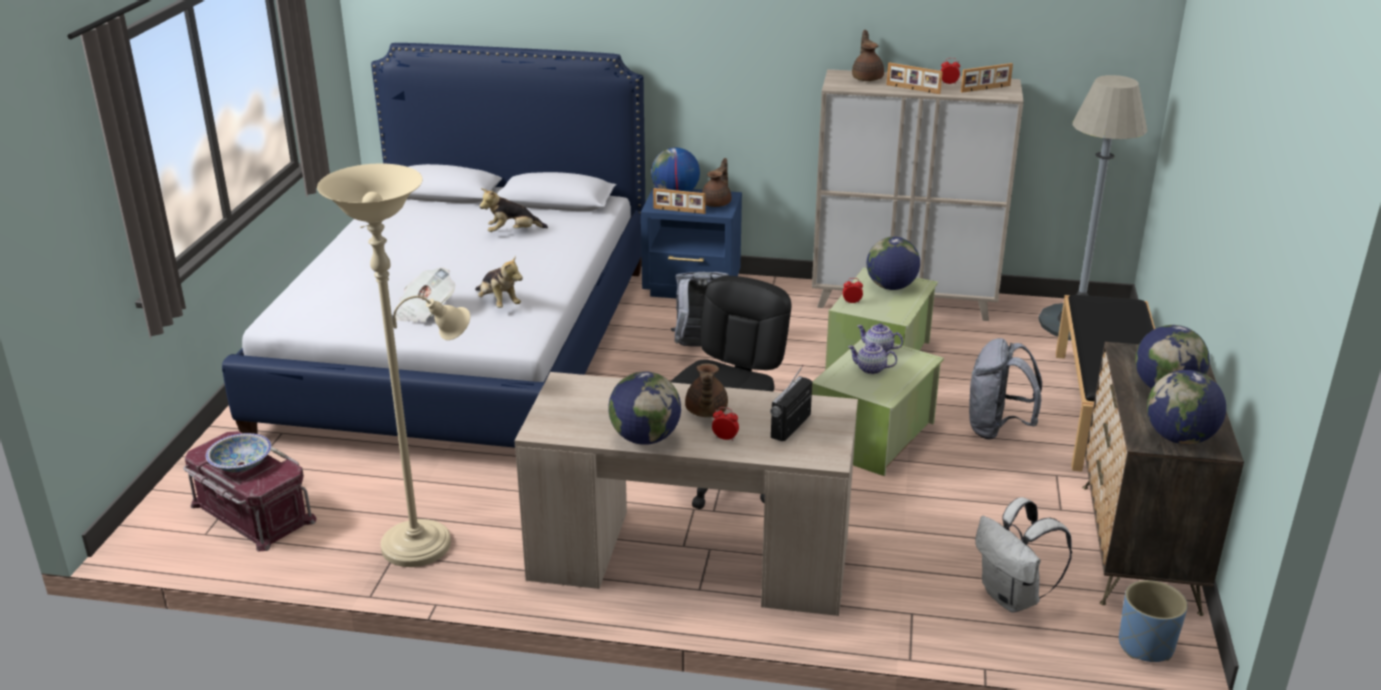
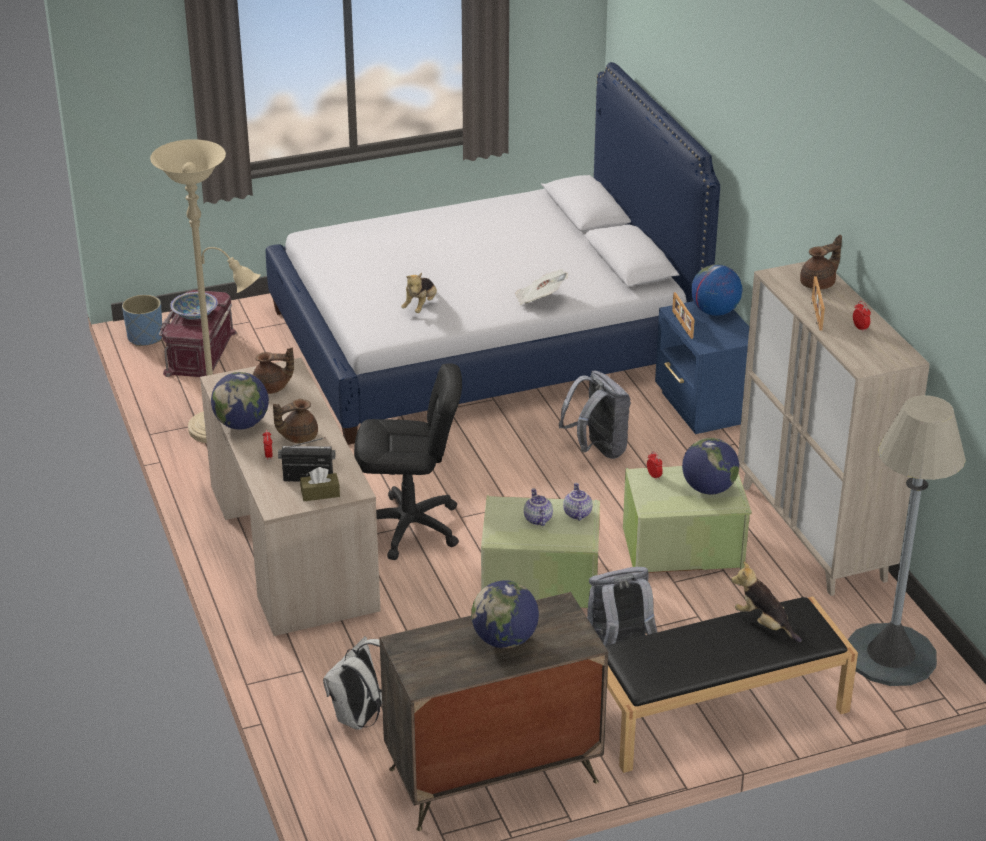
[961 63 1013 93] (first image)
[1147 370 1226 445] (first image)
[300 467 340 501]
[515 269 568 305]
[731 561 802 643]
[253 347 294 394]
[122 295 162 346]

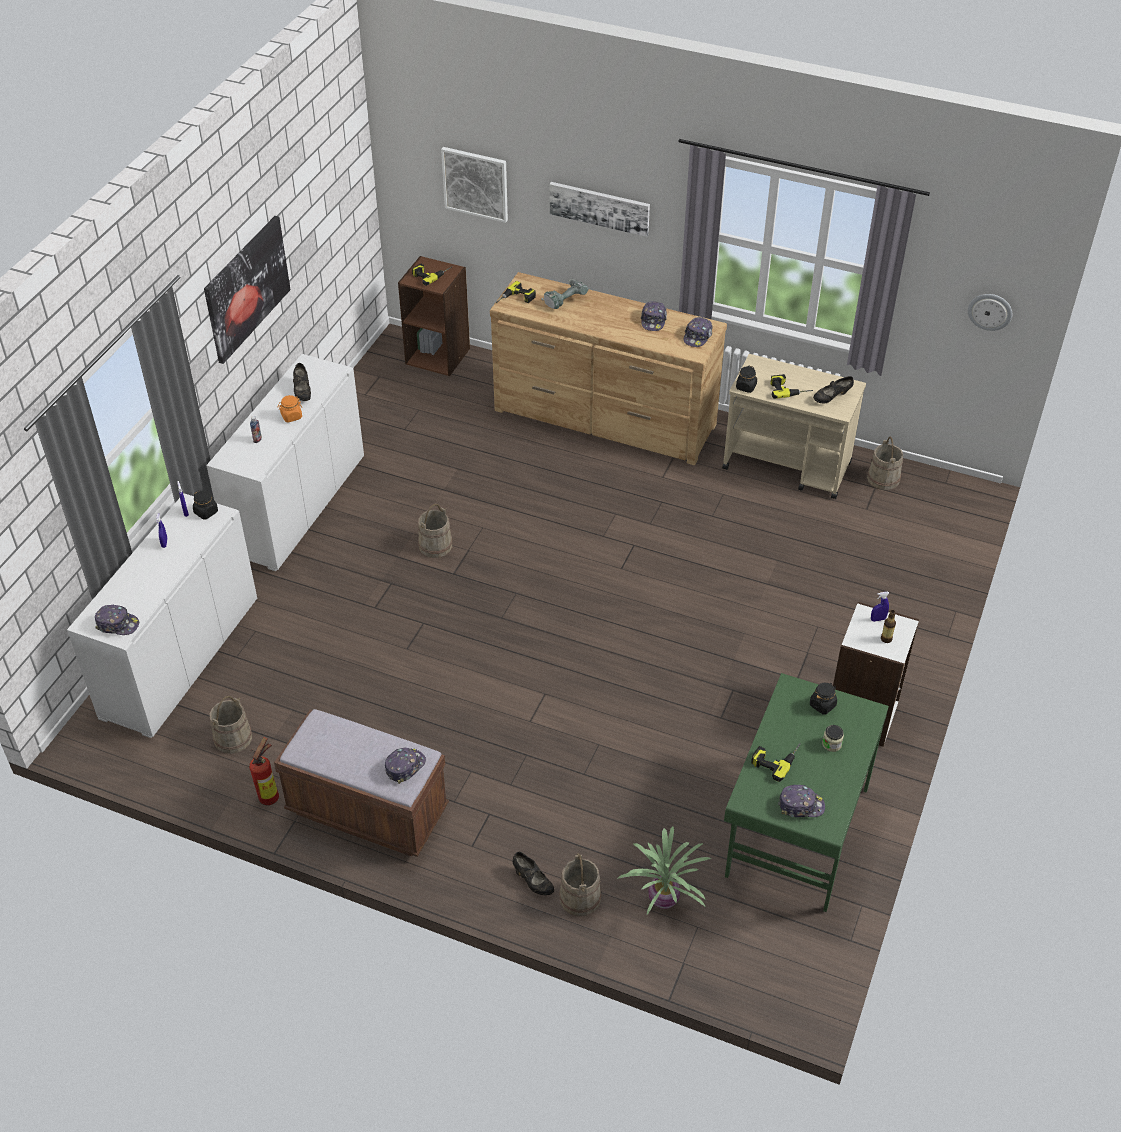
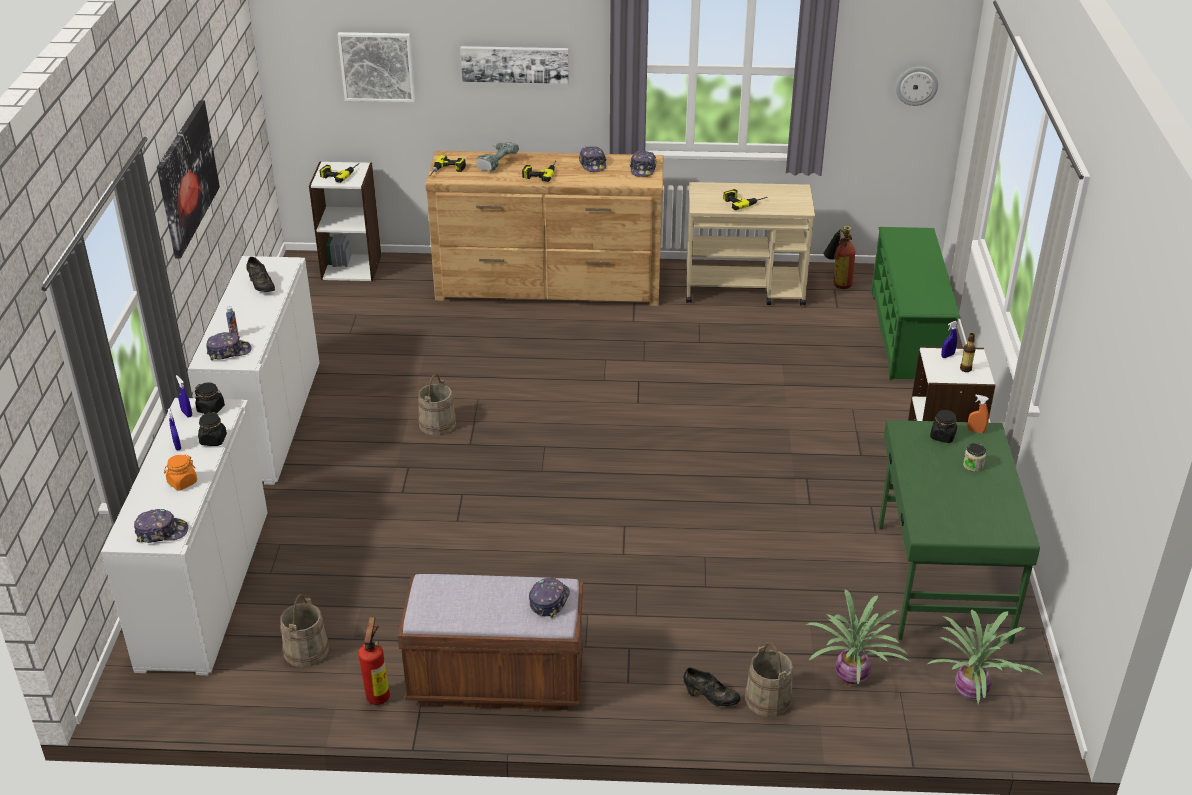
[813 376 854 403] (first image)
[871 227 960 380]
[928 609 1043 704]
[968 395 989 433]
[164 454 197 490]
[198 412 227 446]
[522 161 556 182]
[206 332 251 360]
[824 226 855 289]
[309 161 381 281]

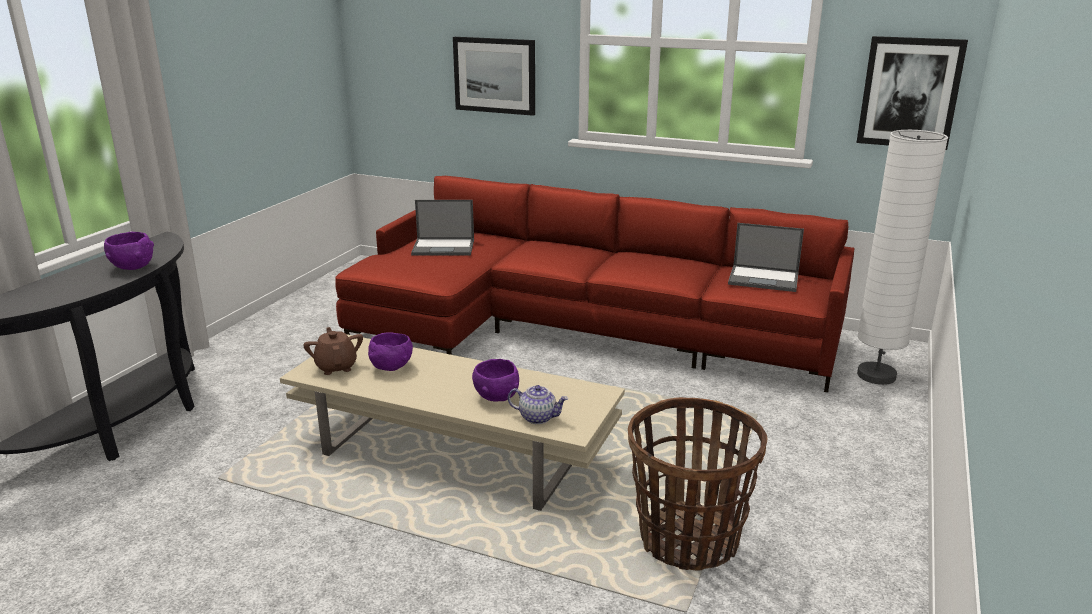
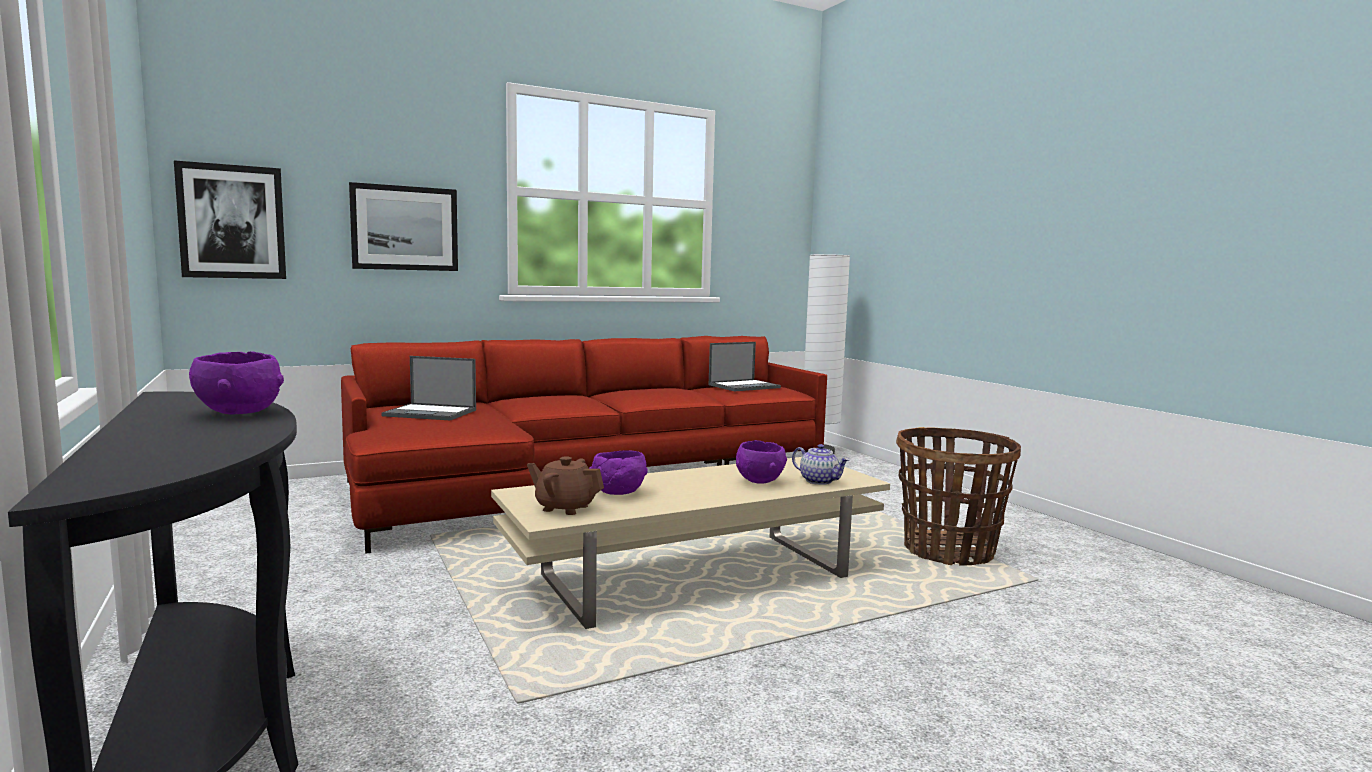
[174 160 286 279]
[381 356 476 420]
[792 444 849 485]

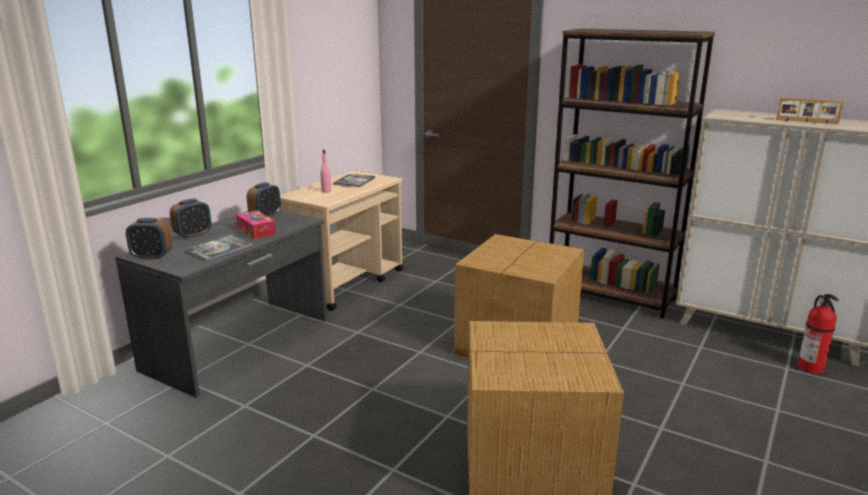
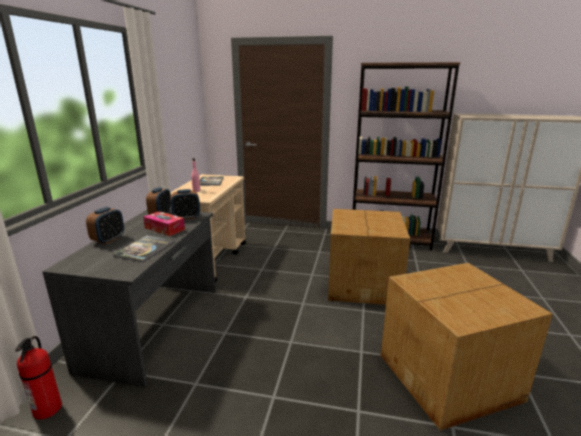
[776 97 844 124] (first image)
[171 189 200 220]
[15 336 62 420]

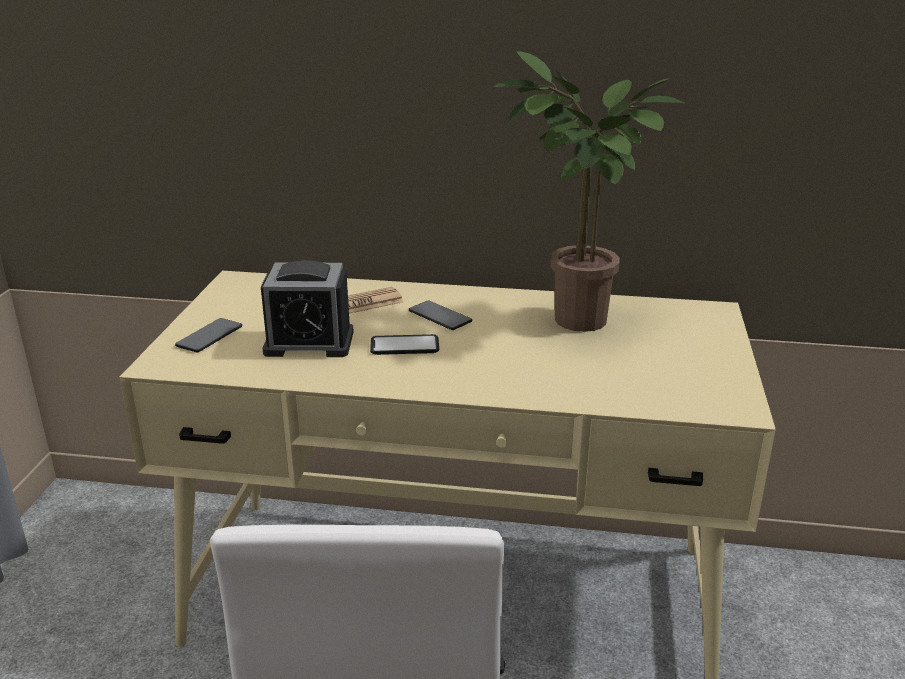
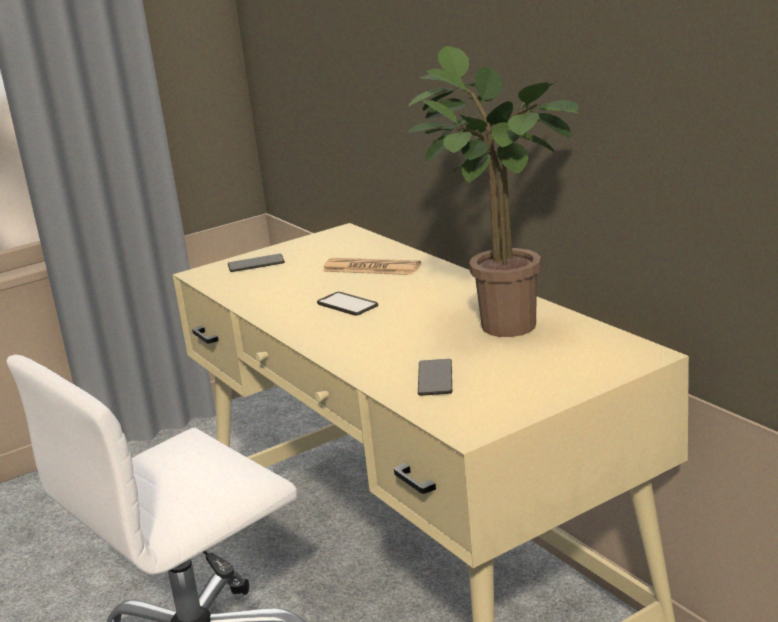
[261 260 354 357] (first image)
[418 359 452 396]

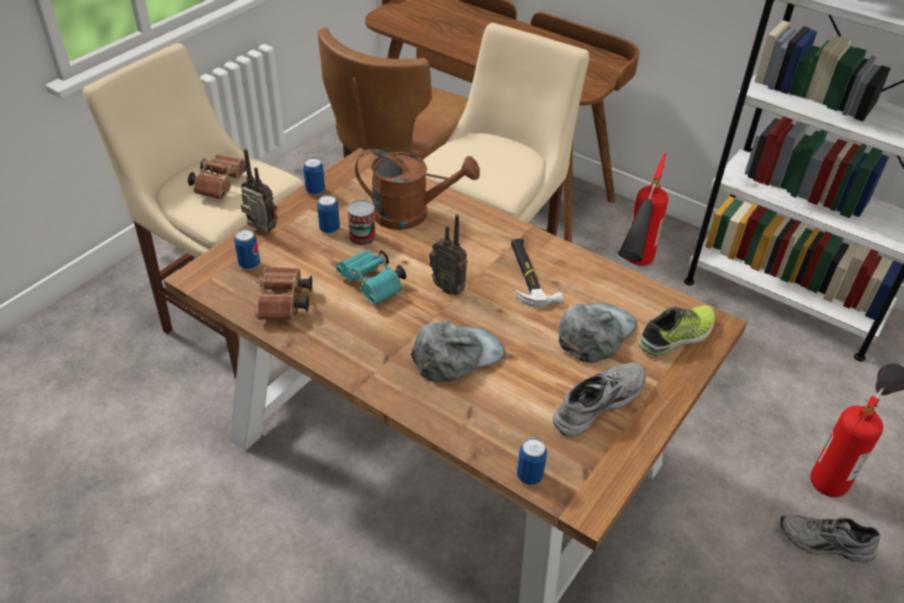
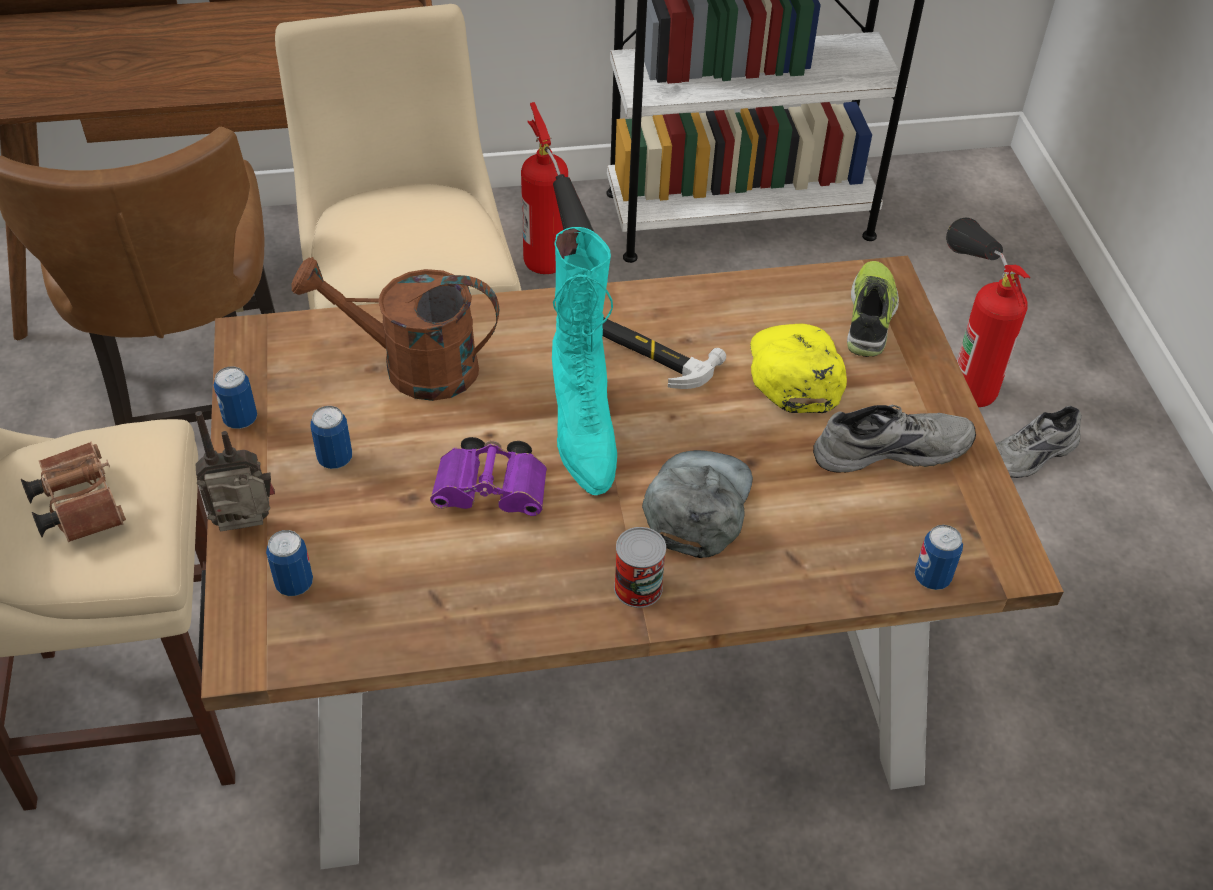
[255 267 312 320] (first image)
[614 527 666 608]
[552 227 617 495]
[430 437 547 516]
[750 324 847 413]
[291 257 499 401]
[813 405 976 473]

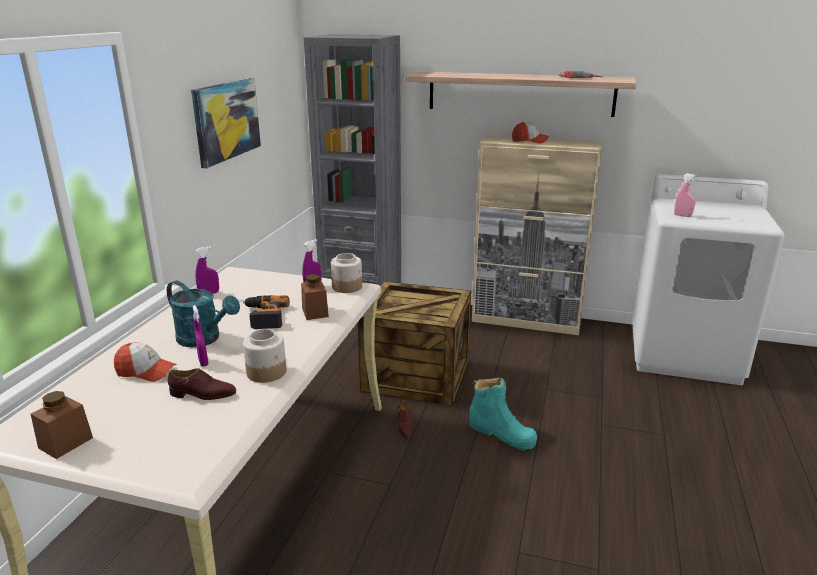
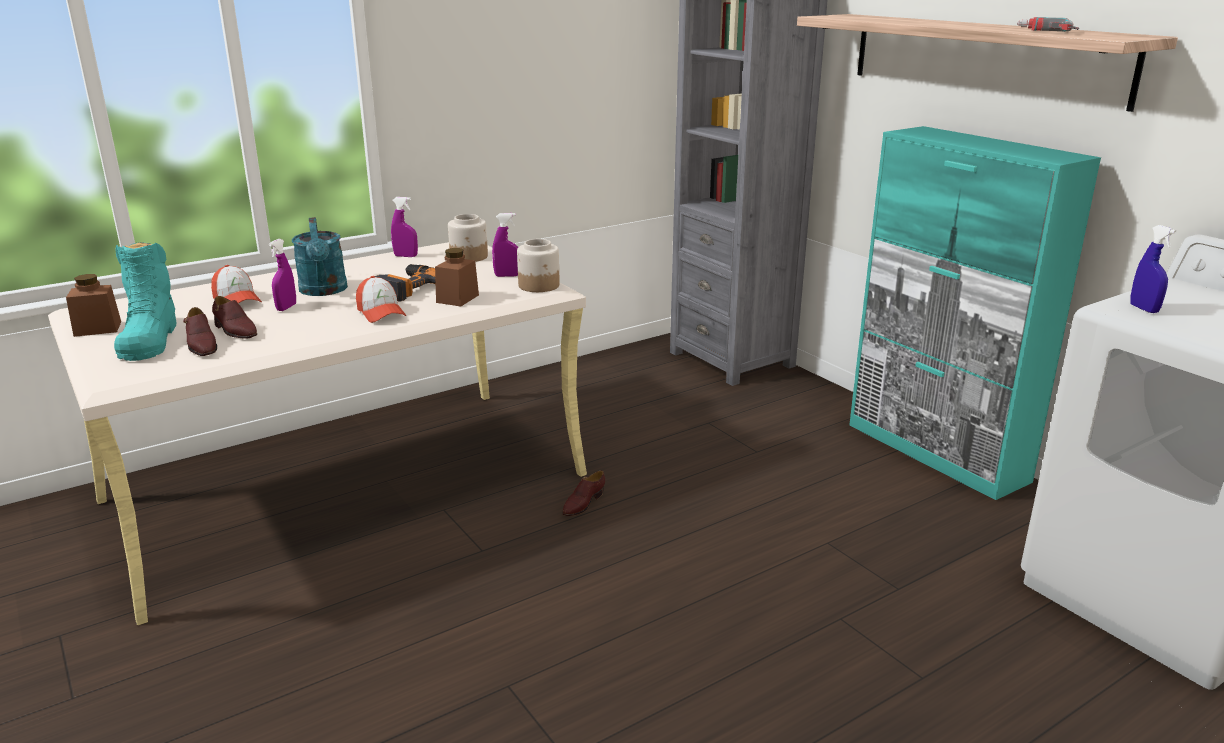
[191 78 261 168] (first image)
[358 281 471 406] (first image)
[183 307 217 356]
[448 214 488 262]
[114 242 176 361]
[356 276 407 323]
[849 126 1101 500]
[1130 225 1177 313]

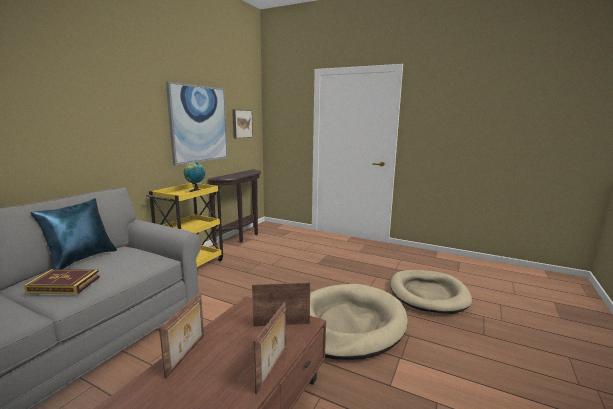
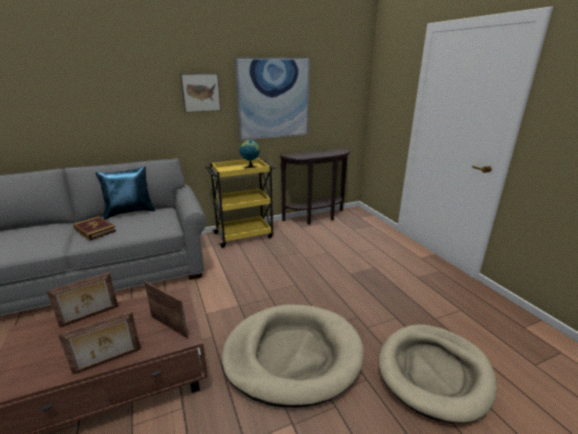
[180 73 221 113]

